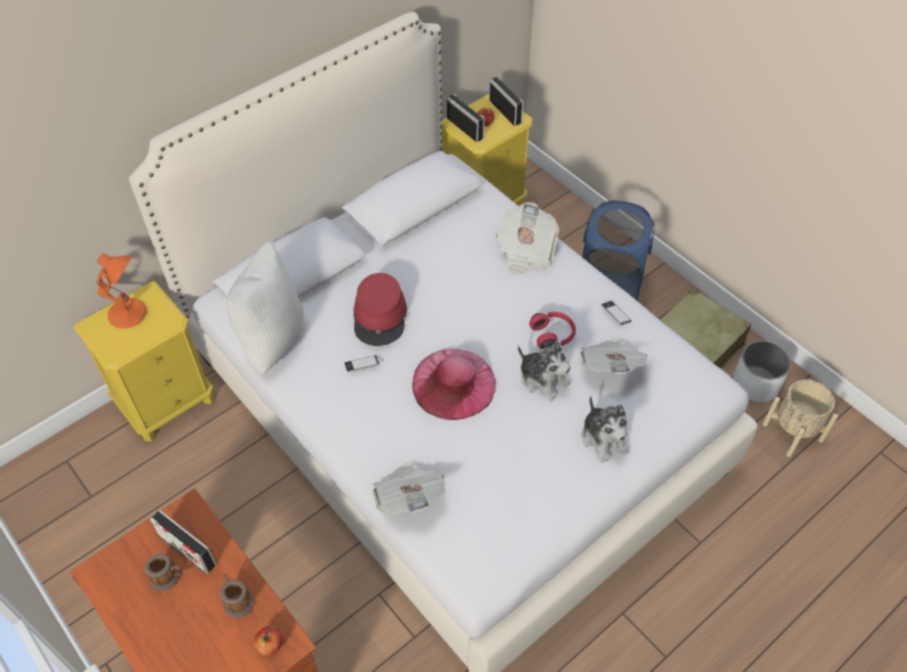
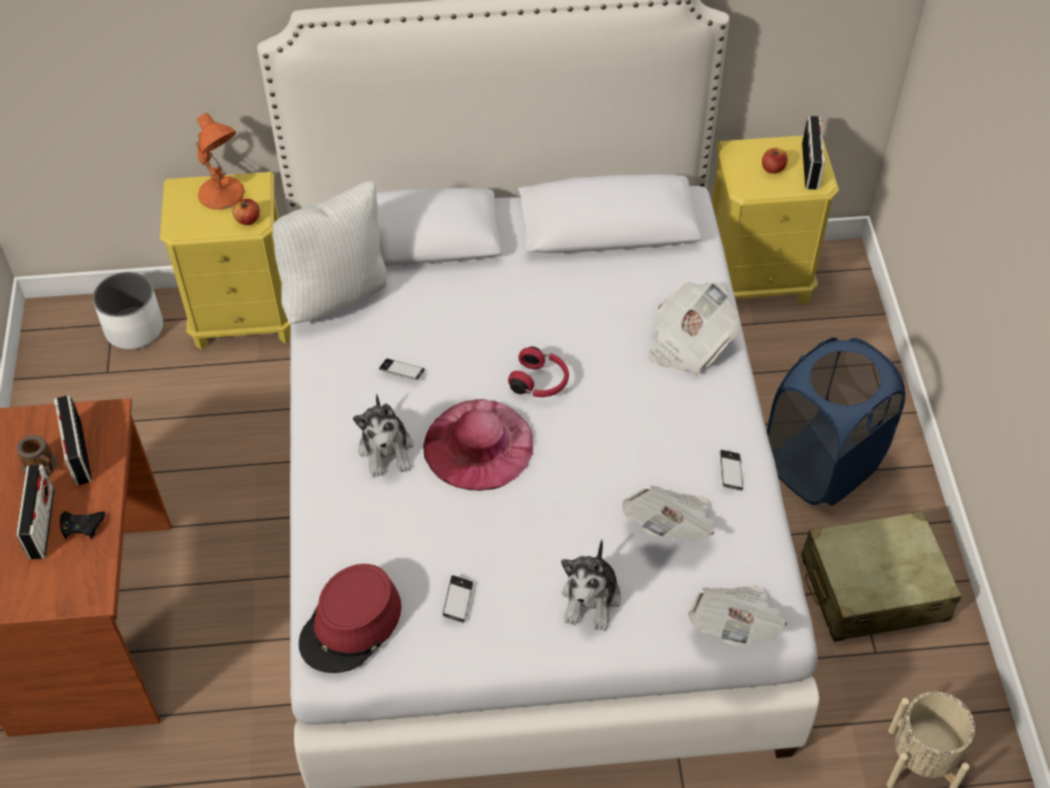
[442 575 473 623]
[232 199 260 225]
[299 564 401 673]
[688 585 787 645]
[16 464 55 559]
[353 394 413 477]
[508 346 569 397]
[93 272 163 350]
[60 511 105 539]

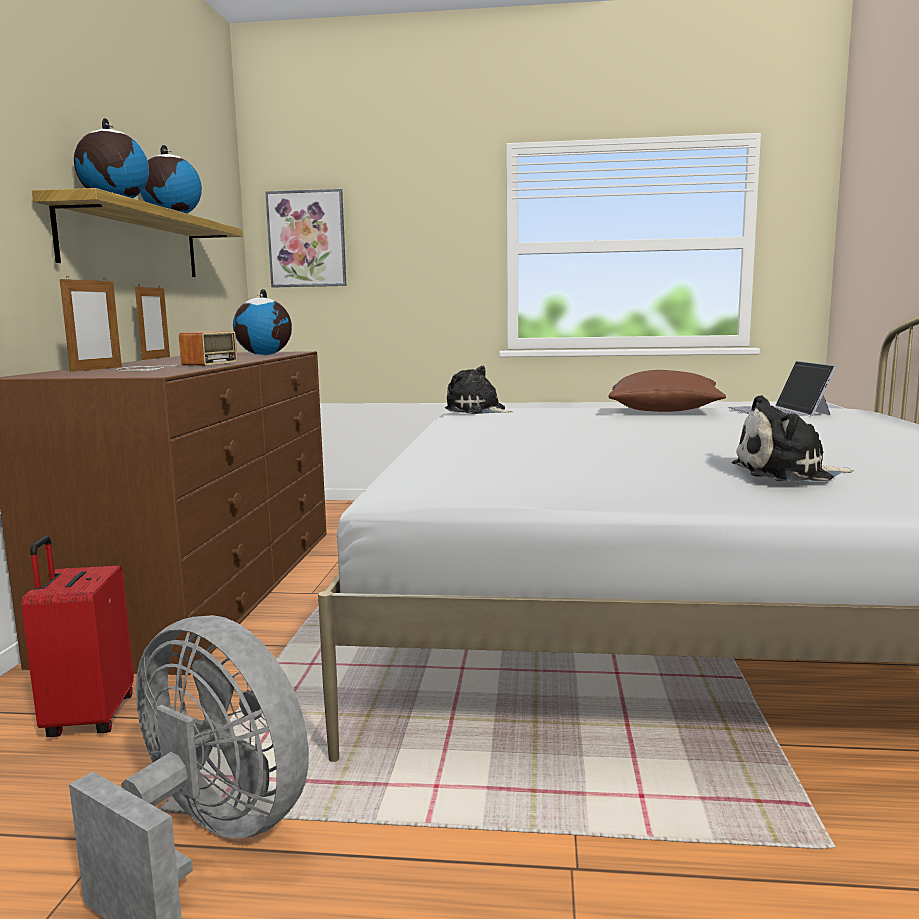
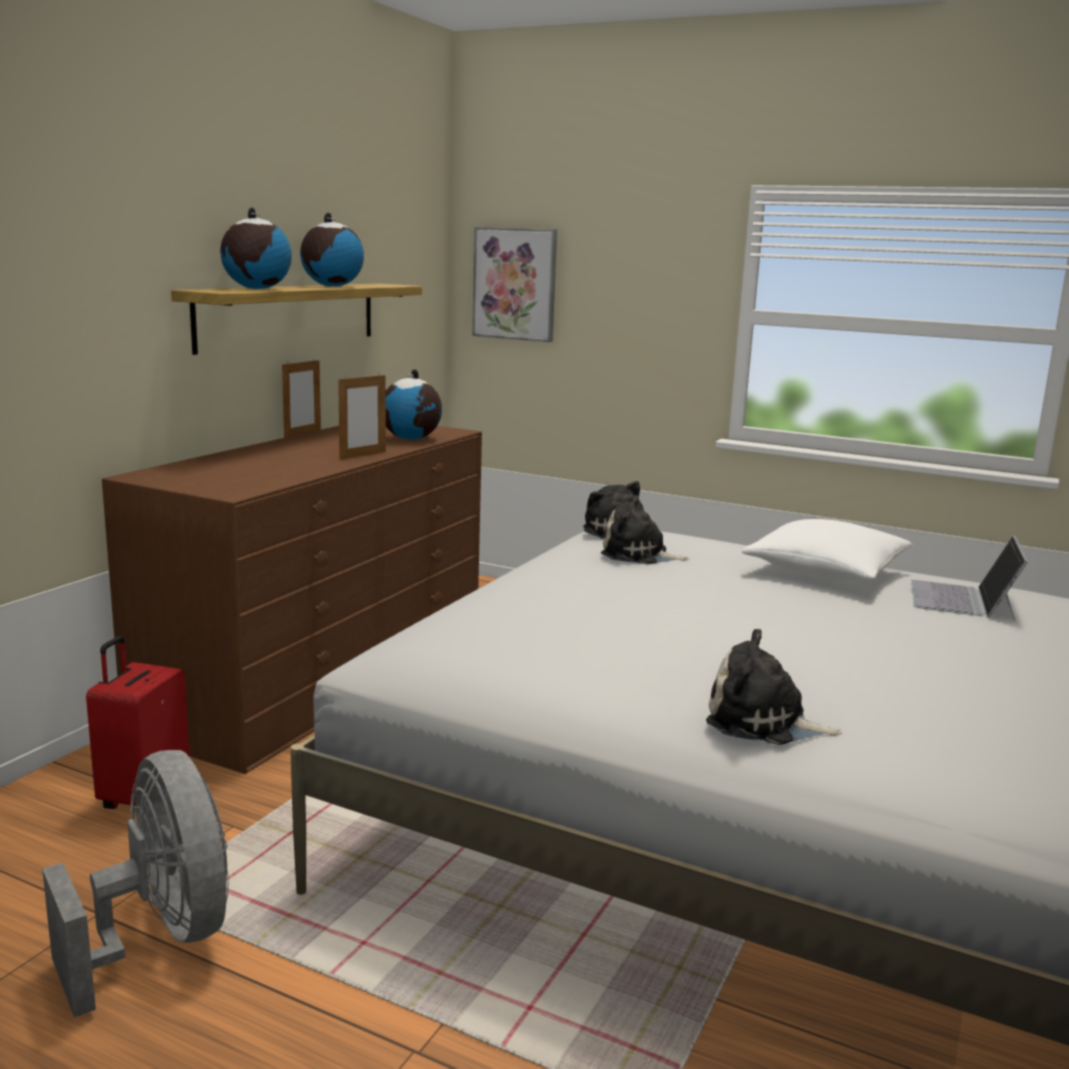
[116 331 237 371] (first image)
[601 495 689 564]
[338 375 386 460]
[742 519 913 581]

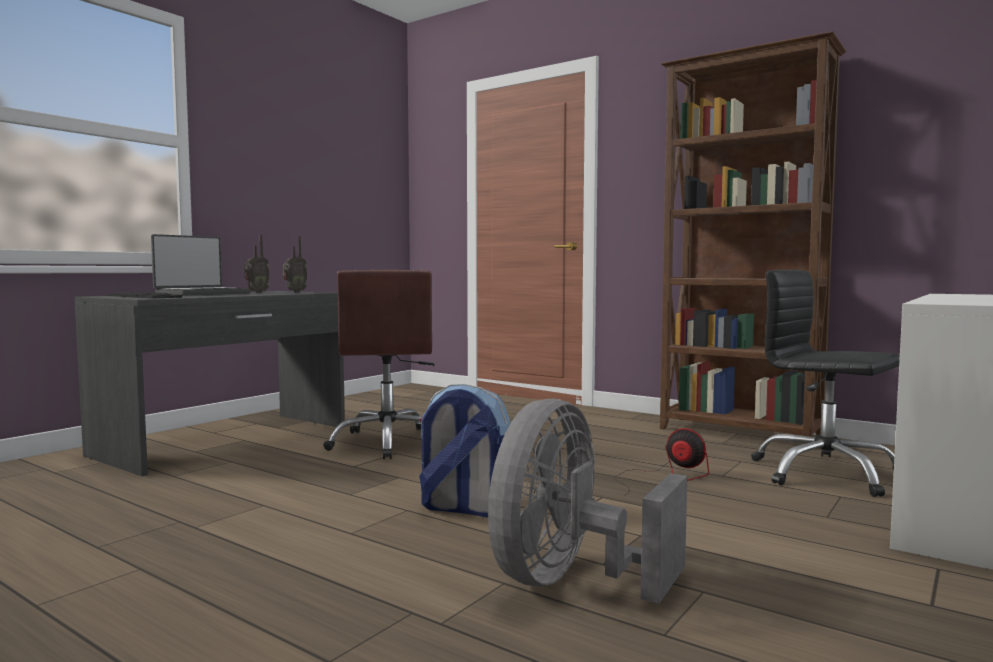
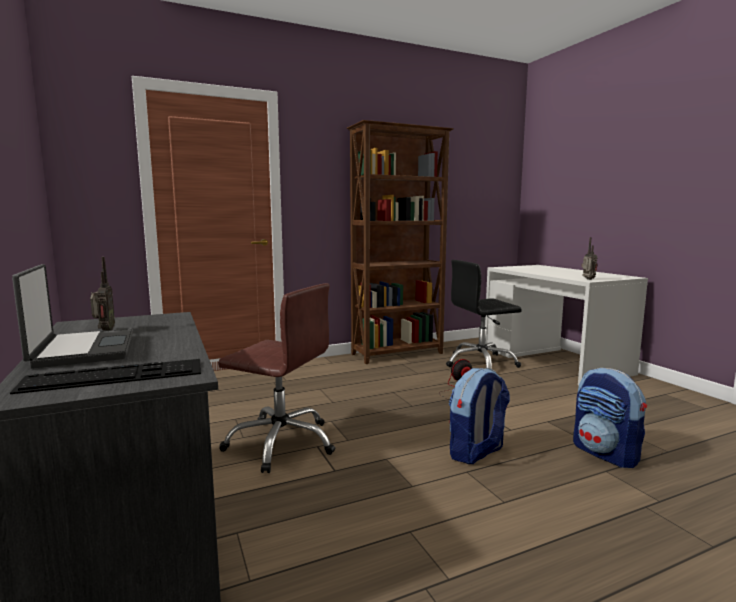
[581 237 598 280]
[573 368 647 468]

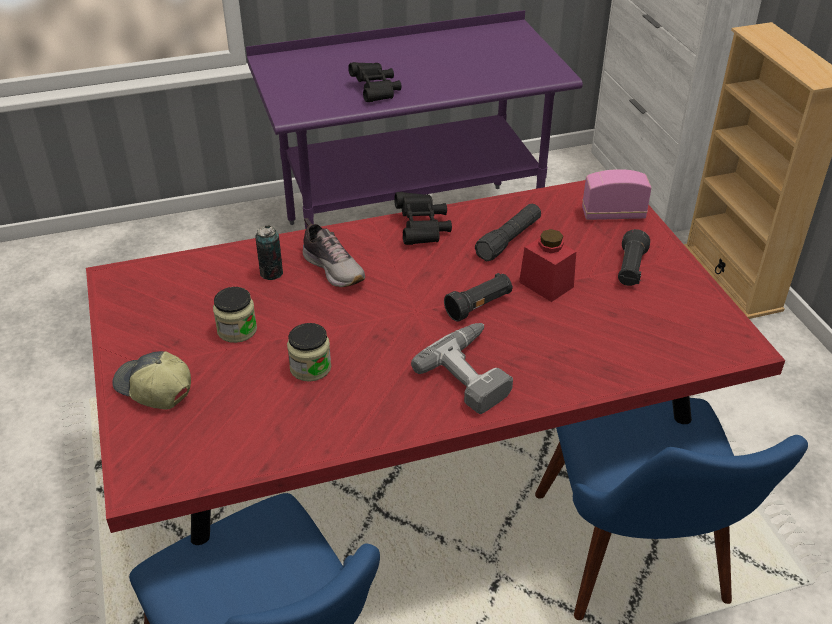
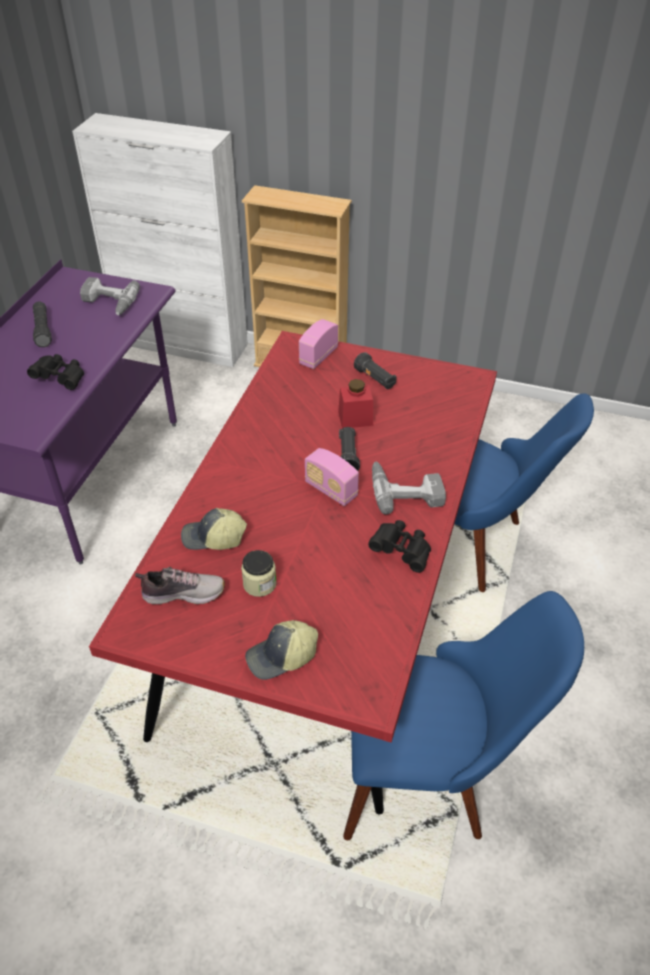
[287 323 331 382] (first image)
[80 277 140 315]
[305 448 359 506]
[135 567 225 604]
[368 520 431 573]
[33 302 52 347]
[181 508 247 550]

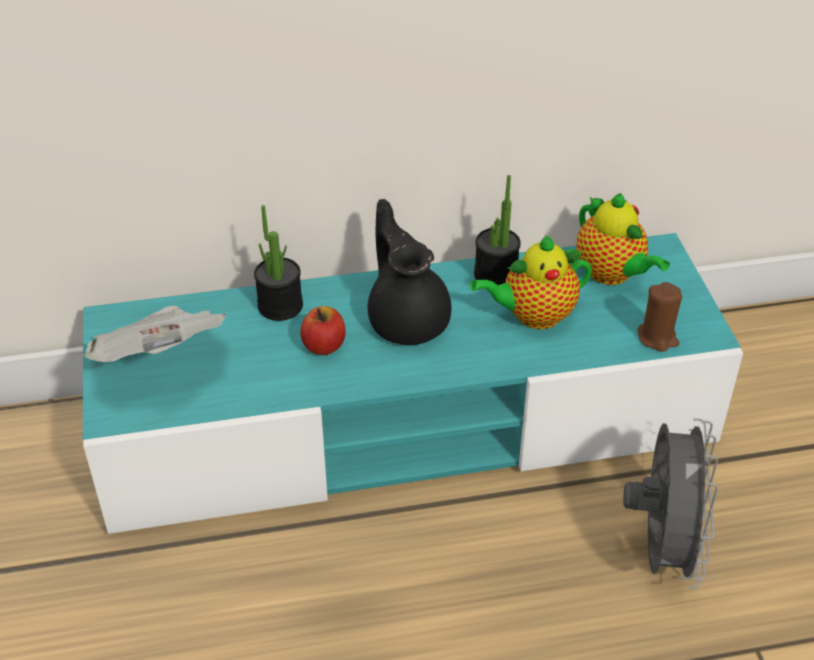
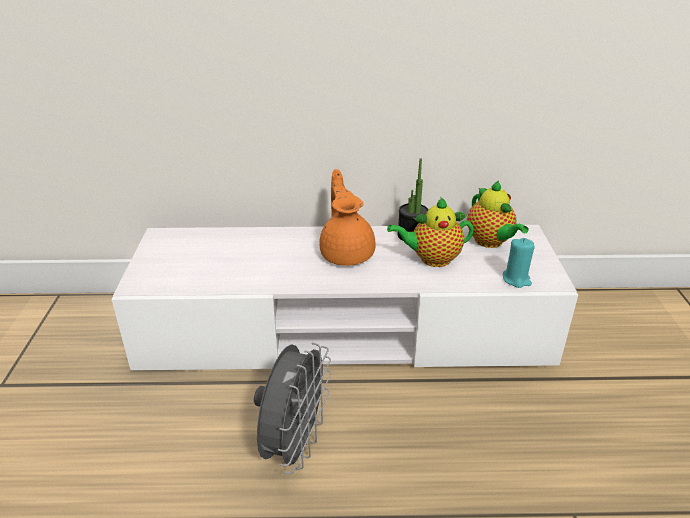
[84 306 227 362] (first image)
[254 205 303 321] (first image)
[300 306 346 355] (first image)
[254 343 331 474]
[112 225 578 370]
[319 169 376 266]
[503 238 535 288]

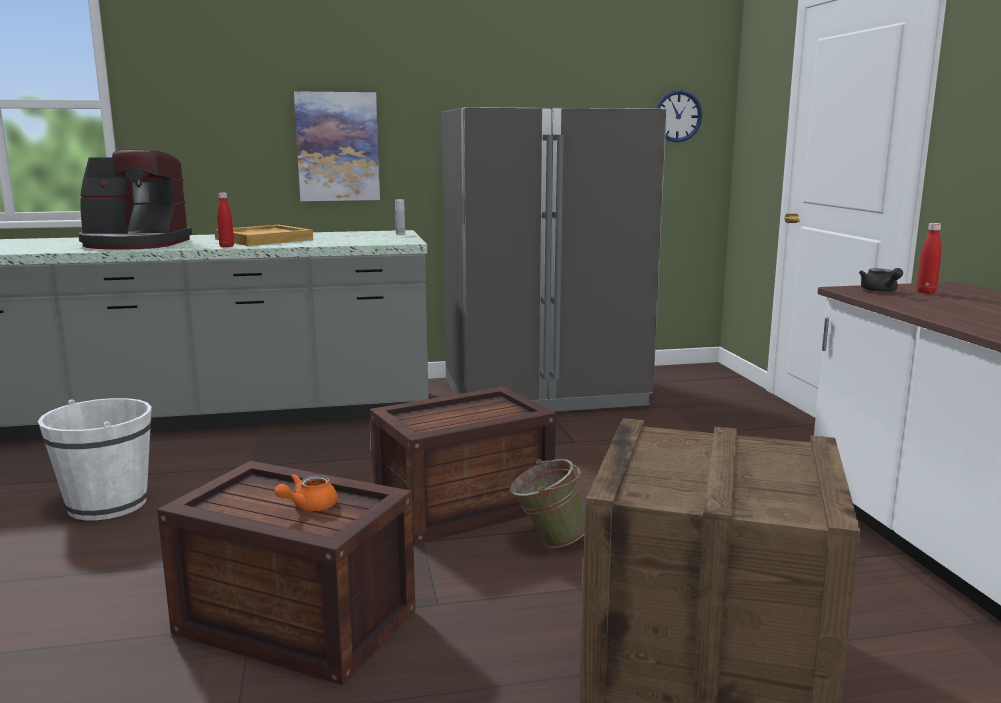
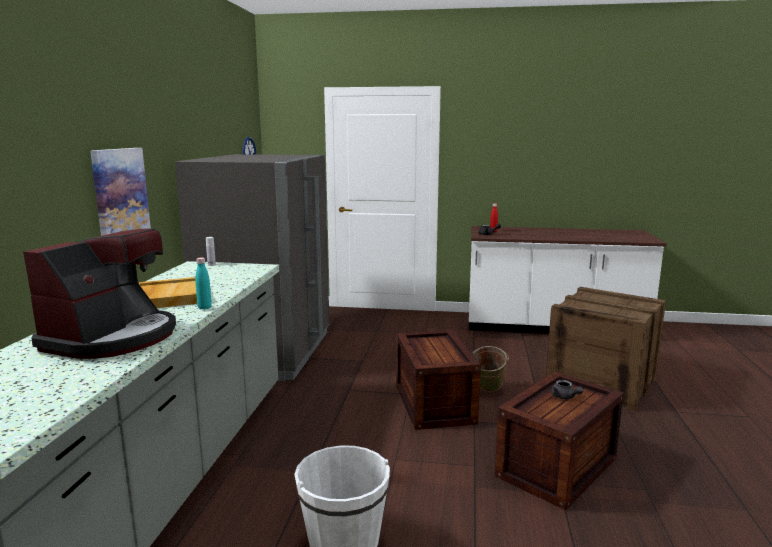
[195 258 212 310]
[551 380 583 400]

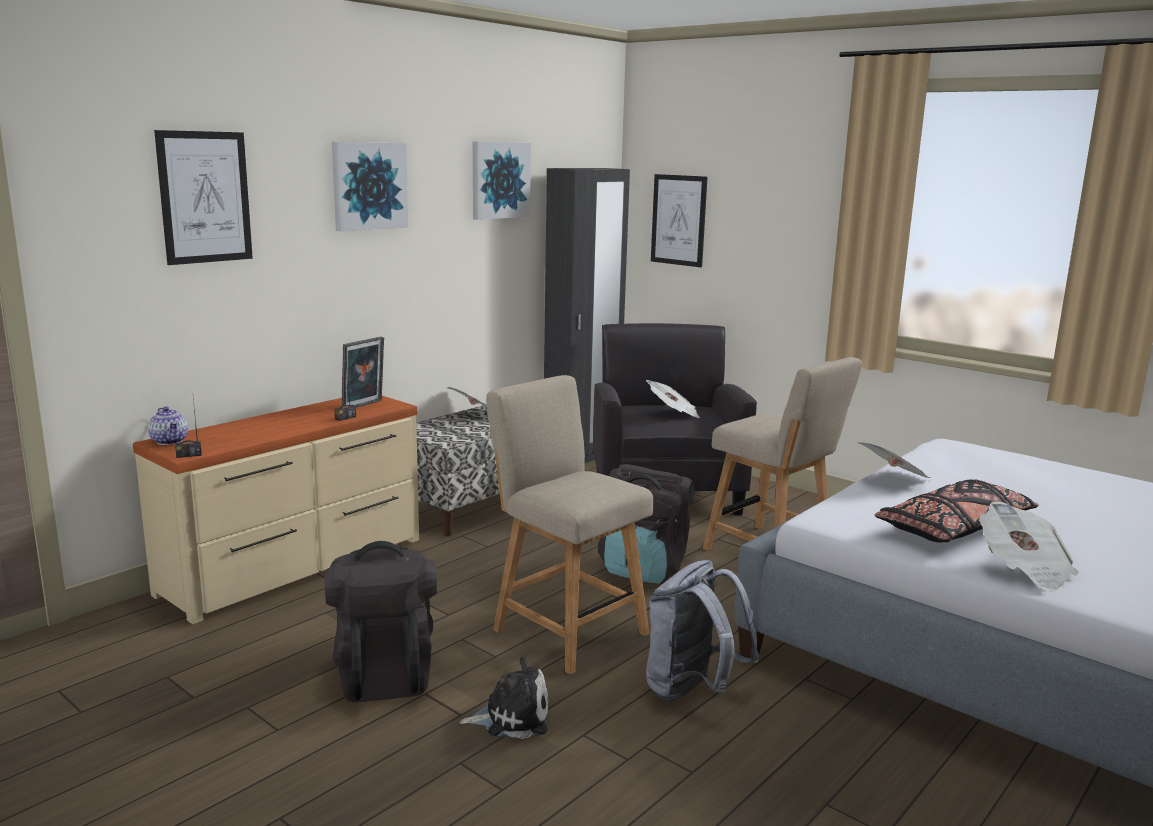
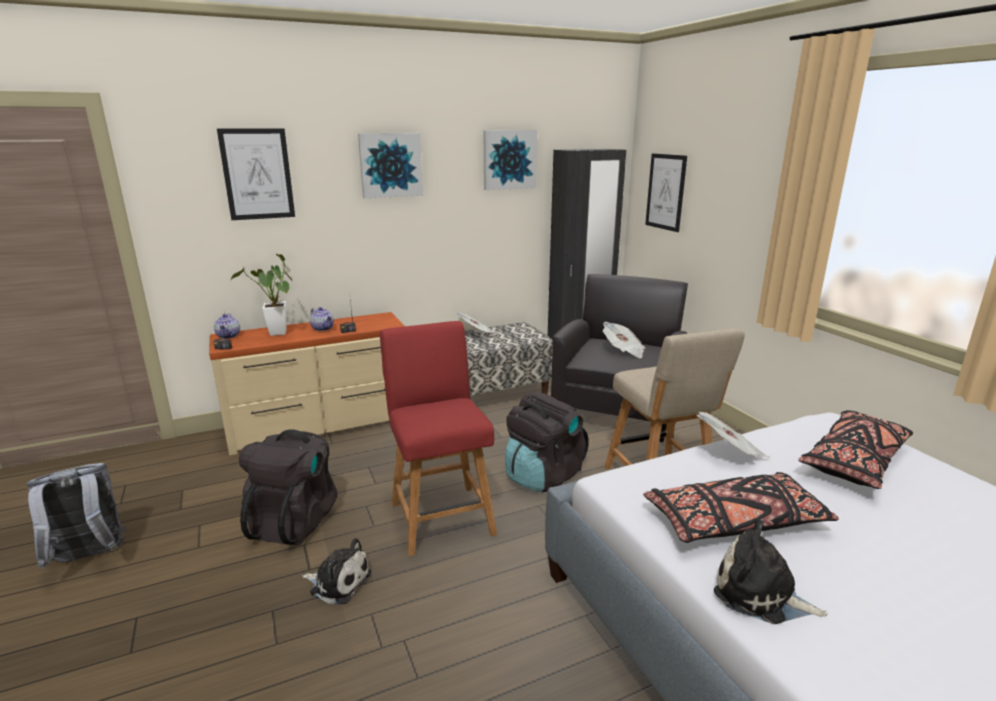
[341 337 384 408] (first image)
[230 254 293 336]
[310 307 334 331]
[798 410 913 489]
[27 463 126 569]
[714 518 828 624]
[380 321 497 556]

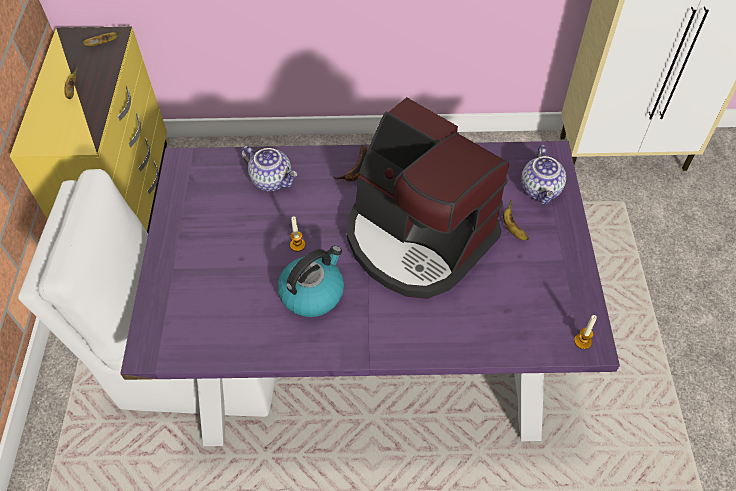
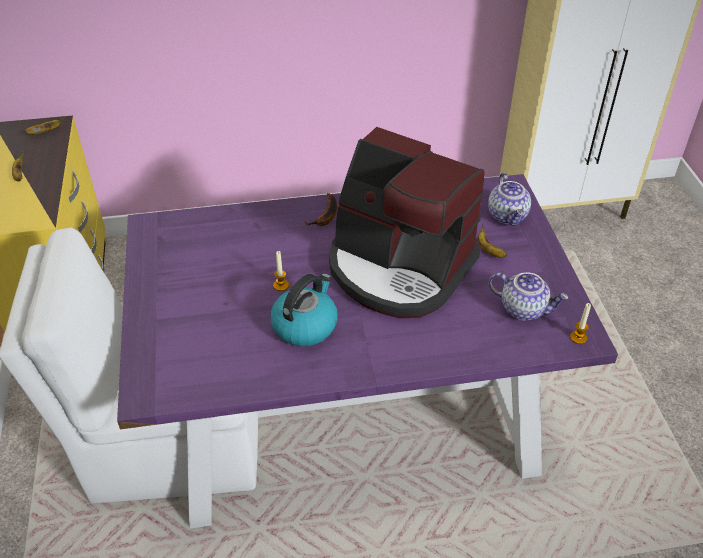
[488 272 568 320]

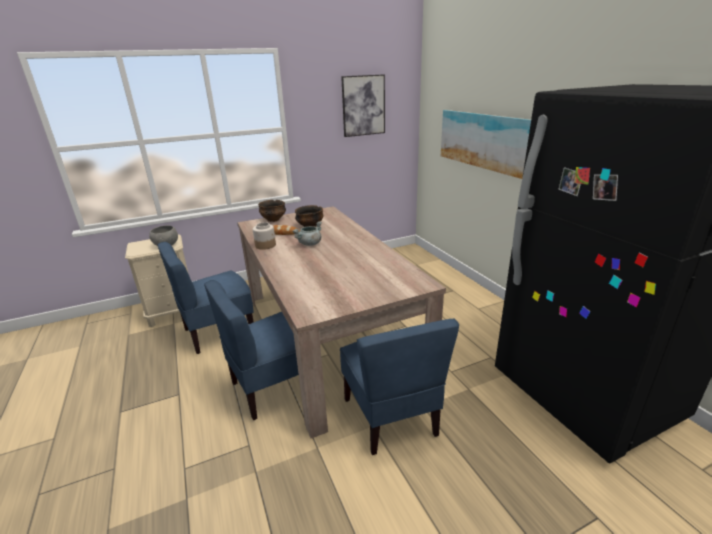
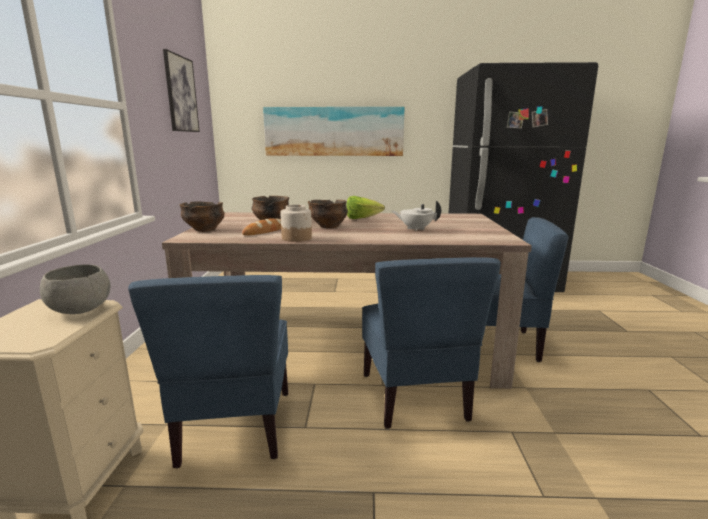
[347 196 385 219]
[392 201 441 231]
[308 200 348 228]

